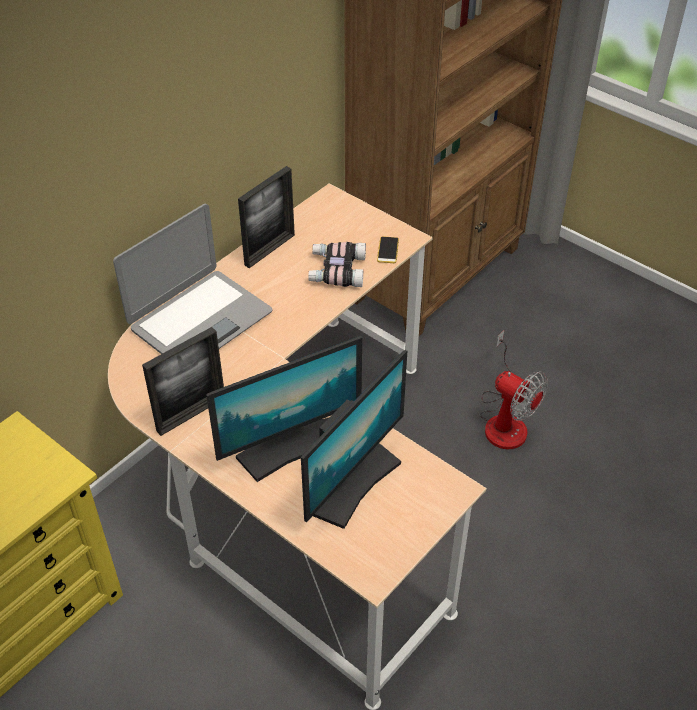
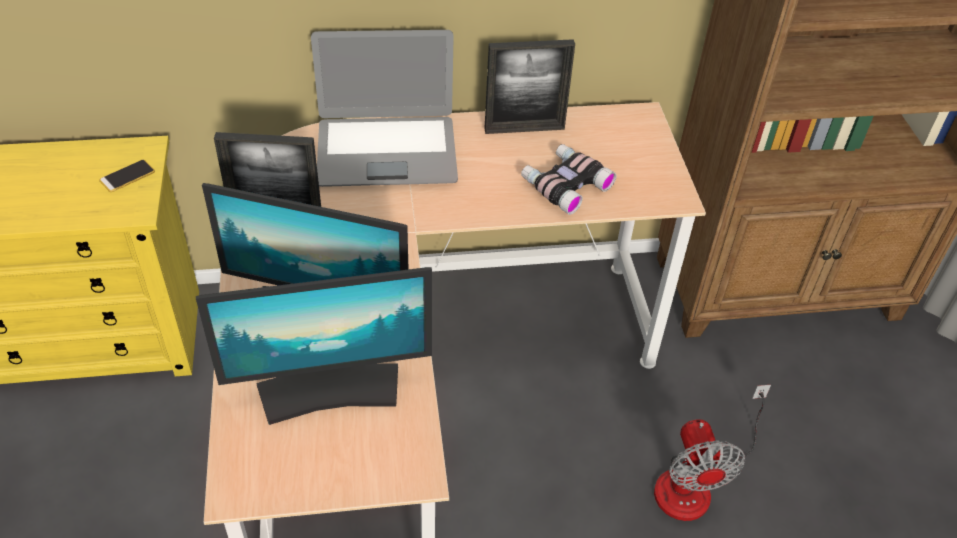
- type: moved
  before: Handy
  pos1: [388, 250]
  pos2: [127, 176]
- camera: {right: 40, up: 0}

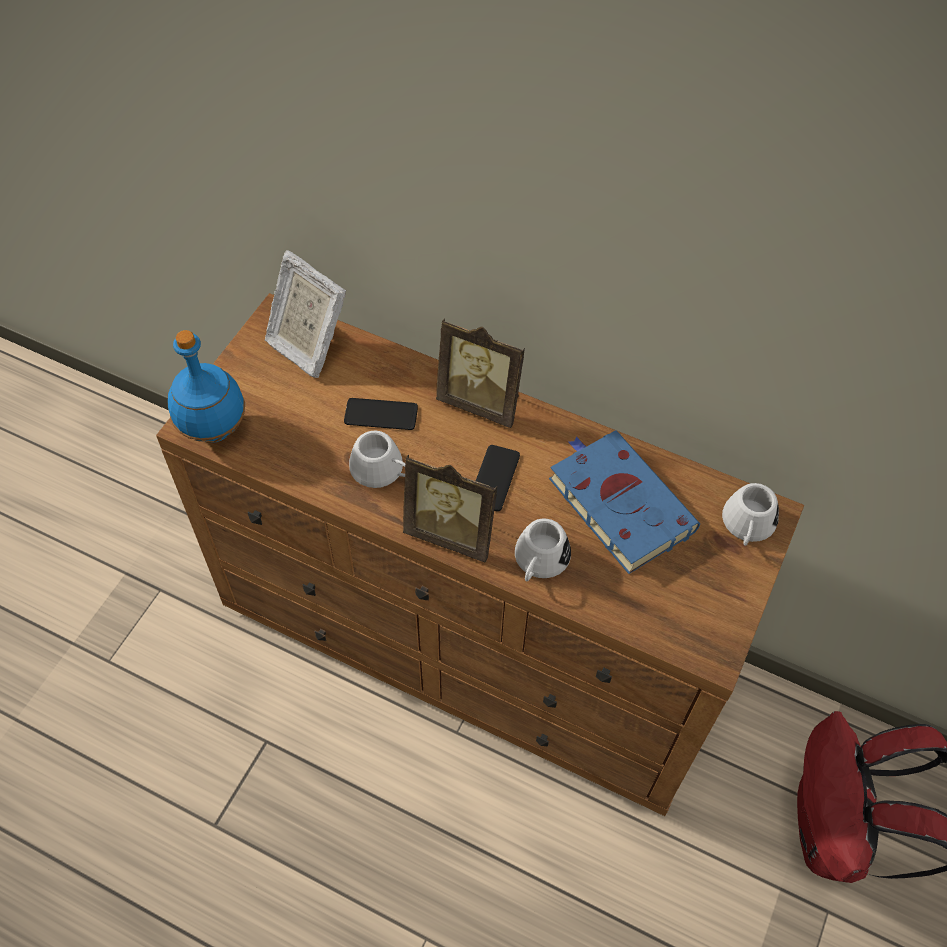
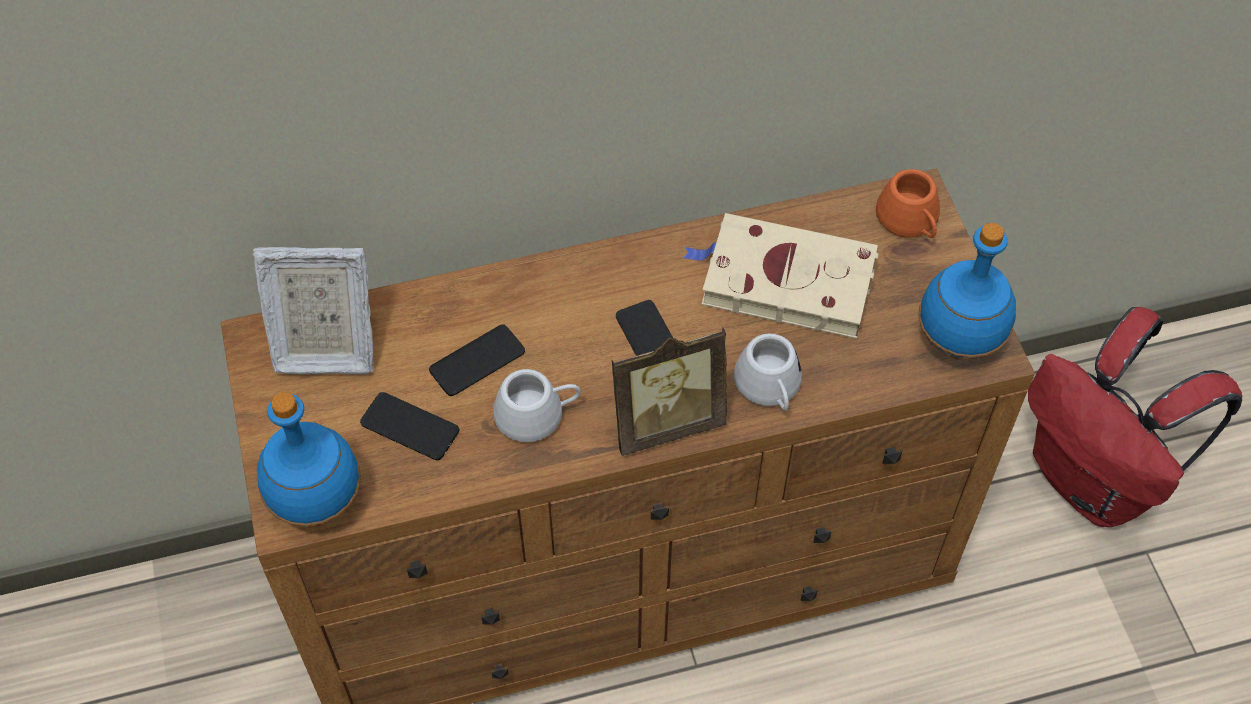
- type: removed
  before: Bilderrahmen
  pos1: [481, 402]
- type: recoloured
  before: Buch (blau)
  after: Buch (beige)
  pos1: [617, 502]
  pos2: [783, 281]
- type: recoloured
  before: Henkelbecher (weiß)
  after: Henkelbecher (orange)
  pos1: [746, 527]
  pos2: [910, 222]
- type: added
  after: Handy
  pos2: [410, 427]
- type: added
  after: Flasche (blau)
  pos2: [956, 343]
- camera: {right: -40, up: 0}

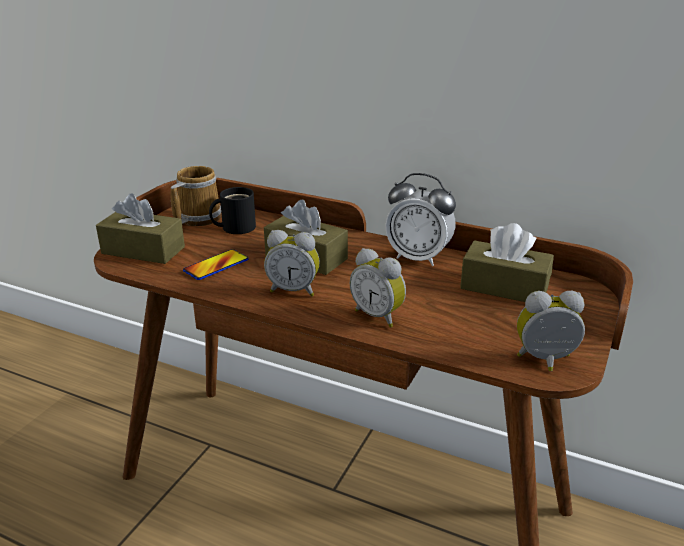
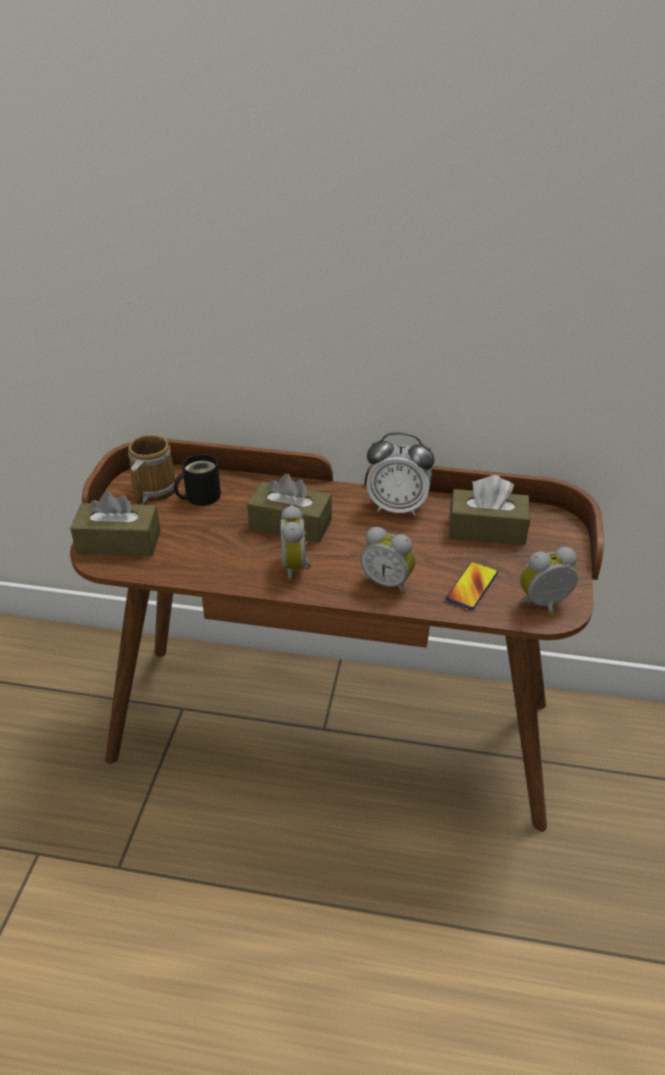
- type: moved
  before: Handy
  pos1: [216, 266]
  pos2: [472, 586]
- type: turned
  before: Wecker
  pos1: [294, 290]
  pos2: [297, 567]
  turn: 90
- camera: {right: -15, up: 10}

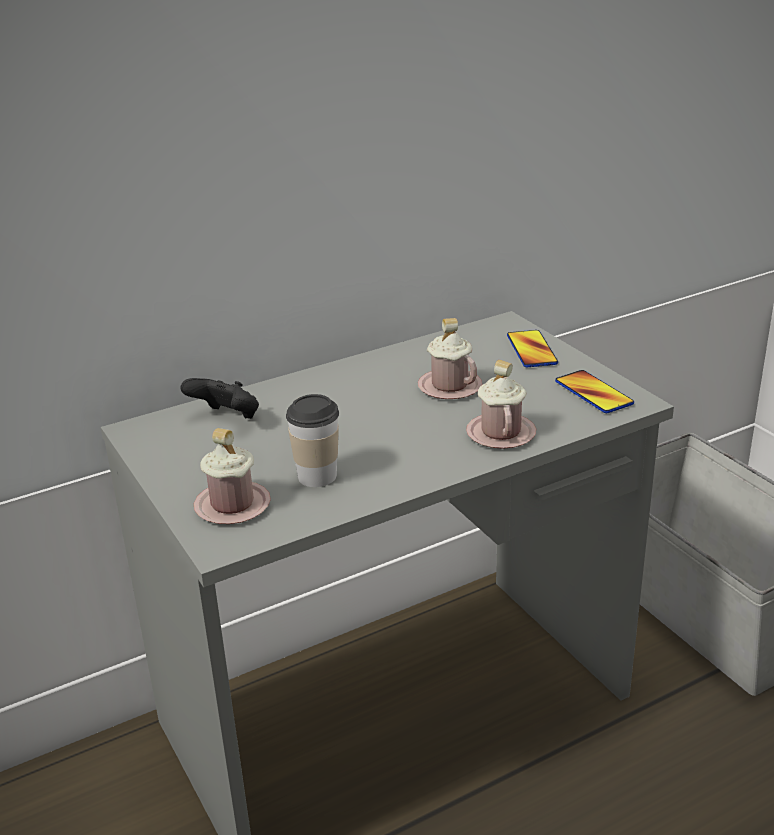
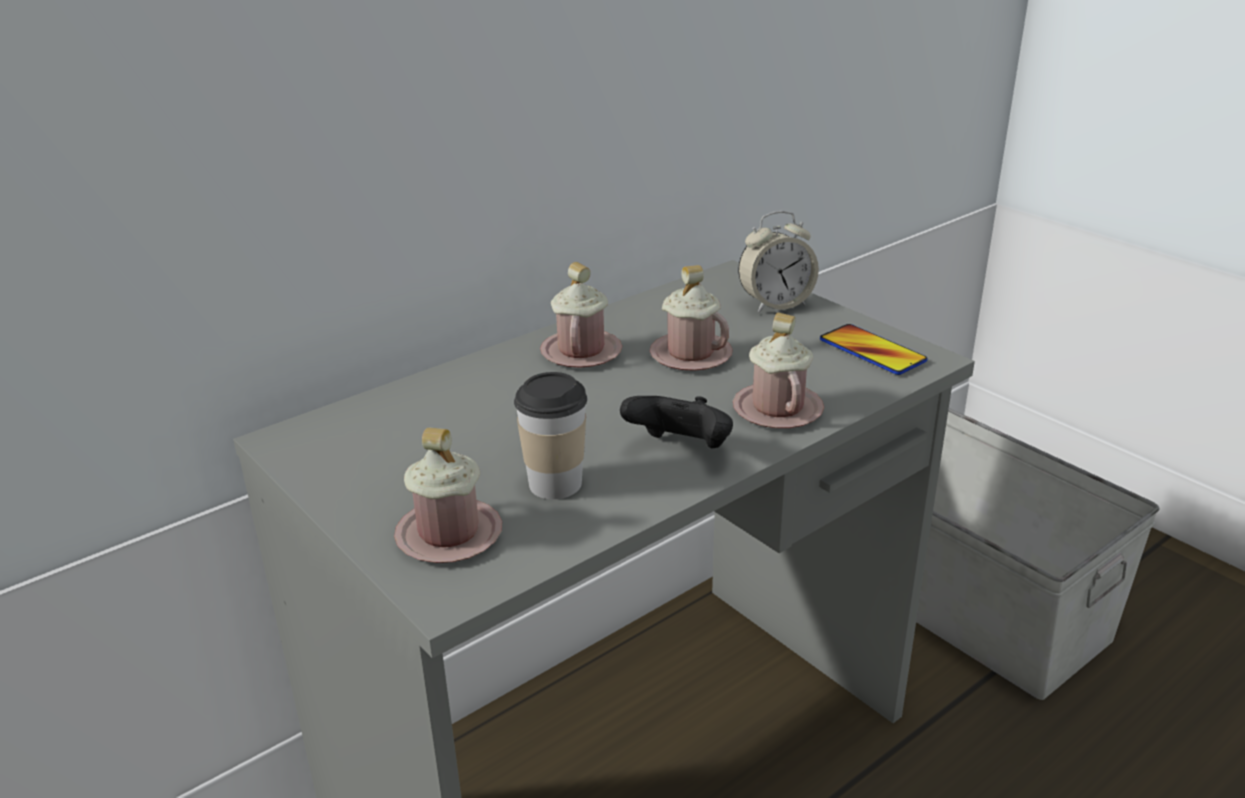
- type: moved
  before: Gamepad (schwarz)
  pos1: [226, 418]
  pos2: [681, 450]
- type: replaced
  before: Handy
  after: Wecker
  pos1: [531, 350]
  pos2: [775, 304]
- type: added
  after: Henkelbecher (rosa)
  pos2: [581, 352]
- camera: {right: -10, up: 0}

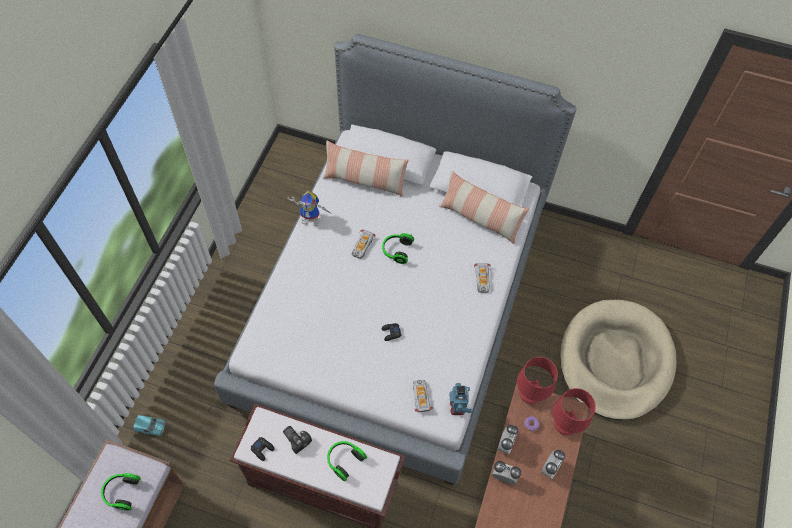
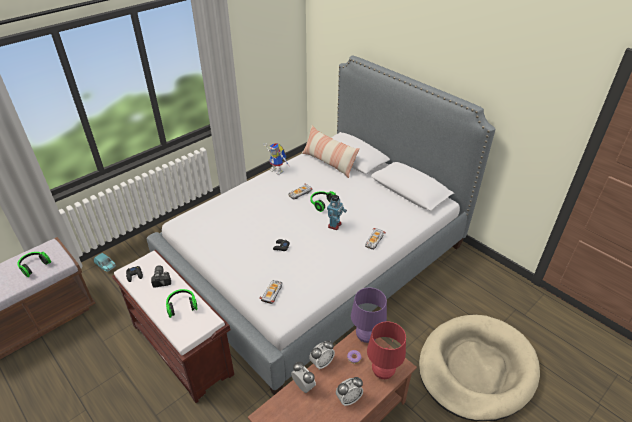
- type: removed
  before: Kissen
  pos1: [480, 218]
- type: moved
  before: Spielzeugroboter
  pos1: [458, 407]
  pos2: [335, 225]
- type: recoloured
  before: Tischlampe (rot)
  after: Tischlampe (lila)
  pos1: [529, 396]
  pos2: [366, 337]
- camera: {right: 30, up: -20}

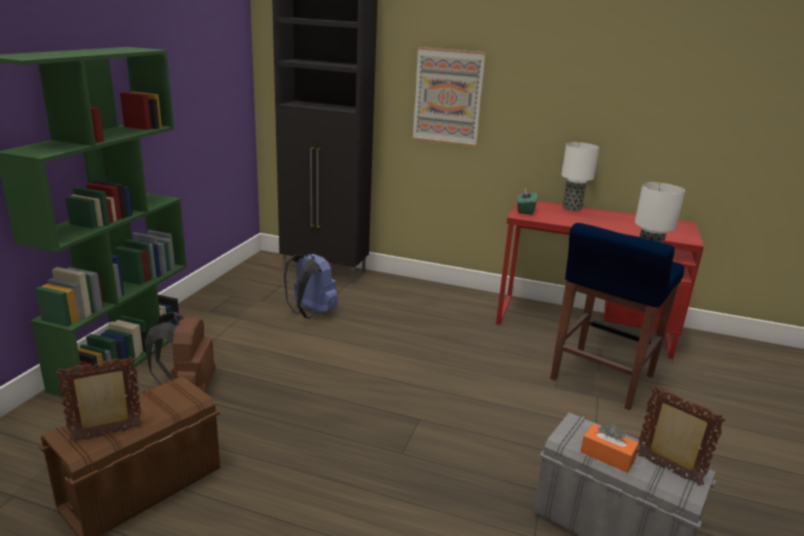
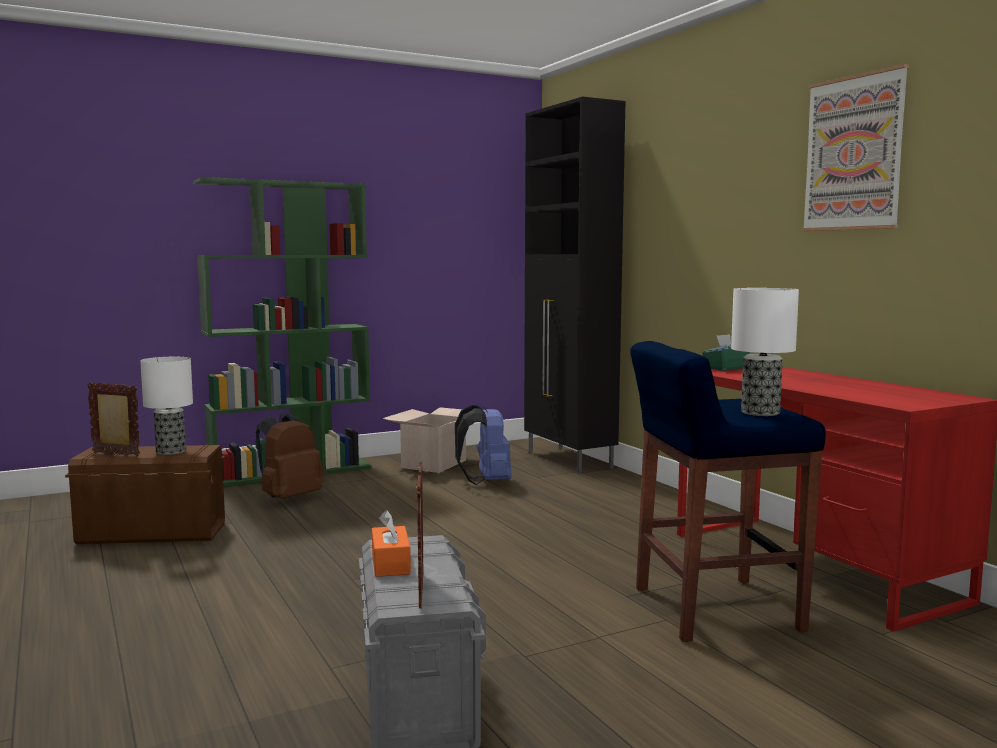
- type: moved
  before: Bild
  pos1: [448, 97]
  pos2: [854, 153]
- type: moved
  before: Tischlampe
  pos1: [571, 208]
  pos2: [170, 451]
- type: added
  after: Karton
  pos2: [434, 464]
- camera: {right: 45, up: -15}

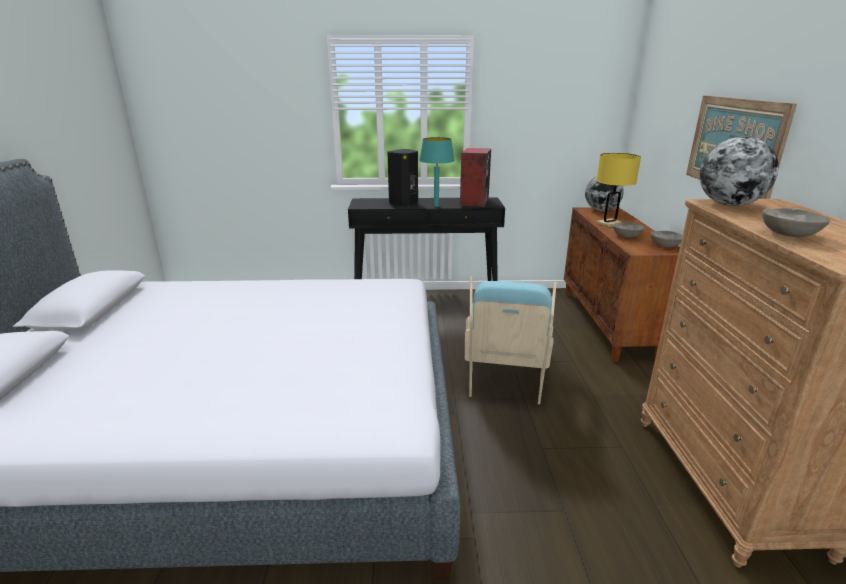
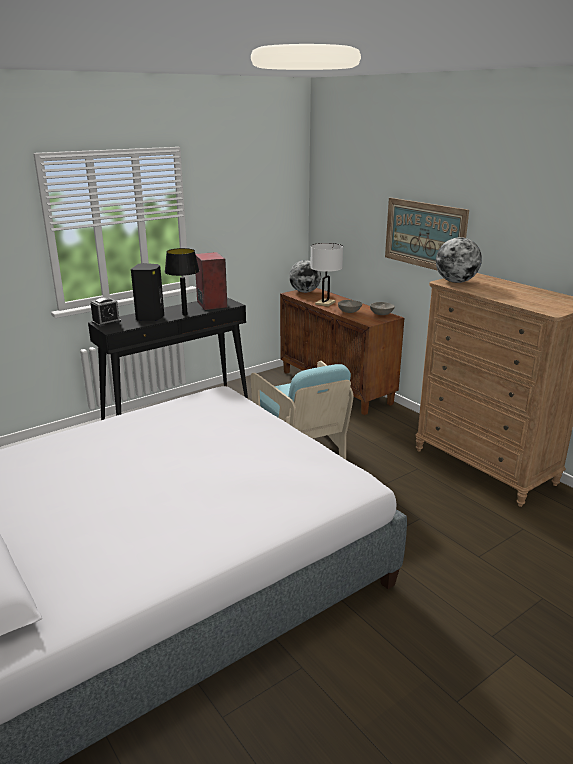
- type: recoloured
  before: Tischlampe (türkis)
  after: Tischlampe (schwarz)
  pos1: [436, 206]
  pos2: [184, 314]
- type: recoloured
  before: Tischlampe (gelb)
  after: Tischlampe (weiß)
  pos1: [609, 223]
  pos2: [325, 303]
- type: removed
  before: Schüssel (grau)
  pos1: [788, 234]
- type: added
  after: Wecker
  pos2: [106, 322]
- camera: {right: -35, up: 0}

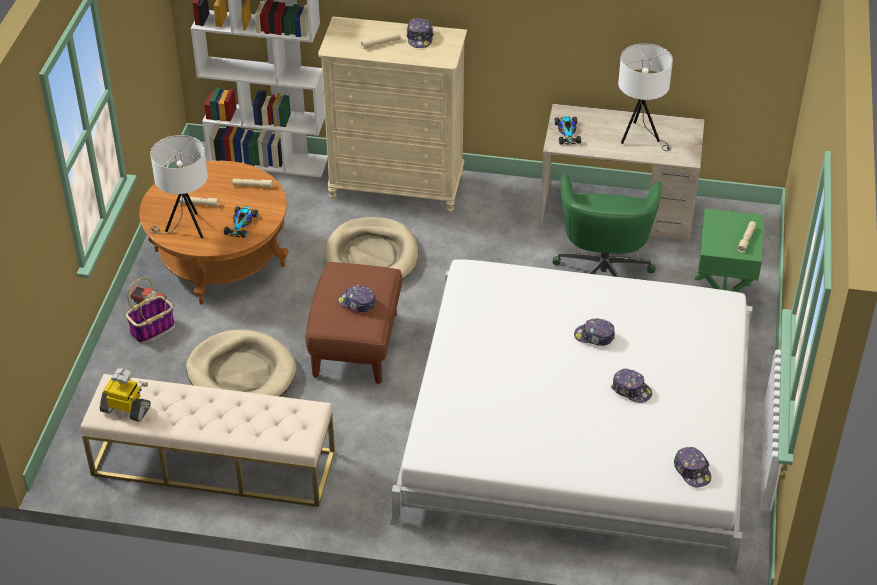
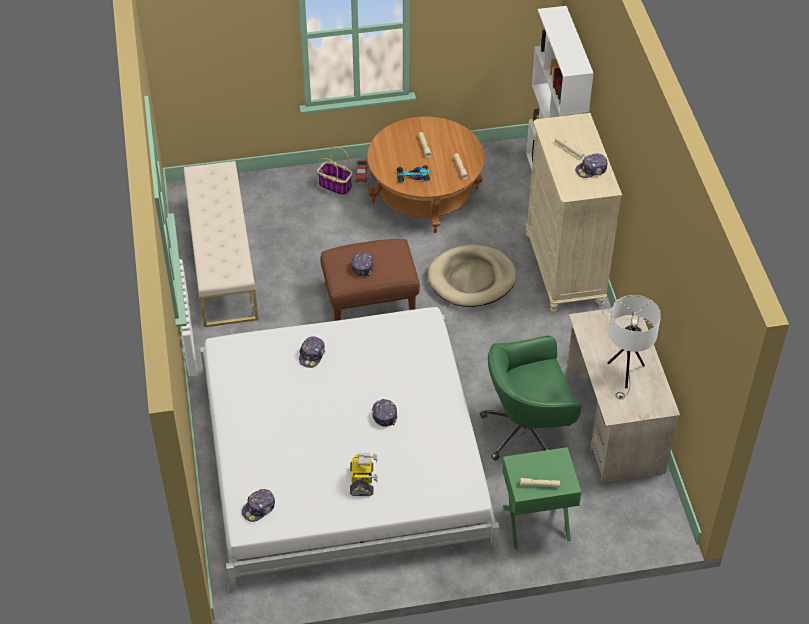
- type: moved
  before: Spielzeugroboter
  pos1: [126, 409]
  pos2: [362, 481]
- type: removed
  before: Tischlampe (weiß)
  pos1: [185, 228]
- type: removed
  before: Hundebett (beige)
  pos1: [241, 373]
- type: removed
  before: Spielzeugauto
  pos1: [567, 132]
- type: moved
  before: Kappe
  pos1: [631, 390]
  pos2: [312, 355]
- camera: {right: 70, up: 5}

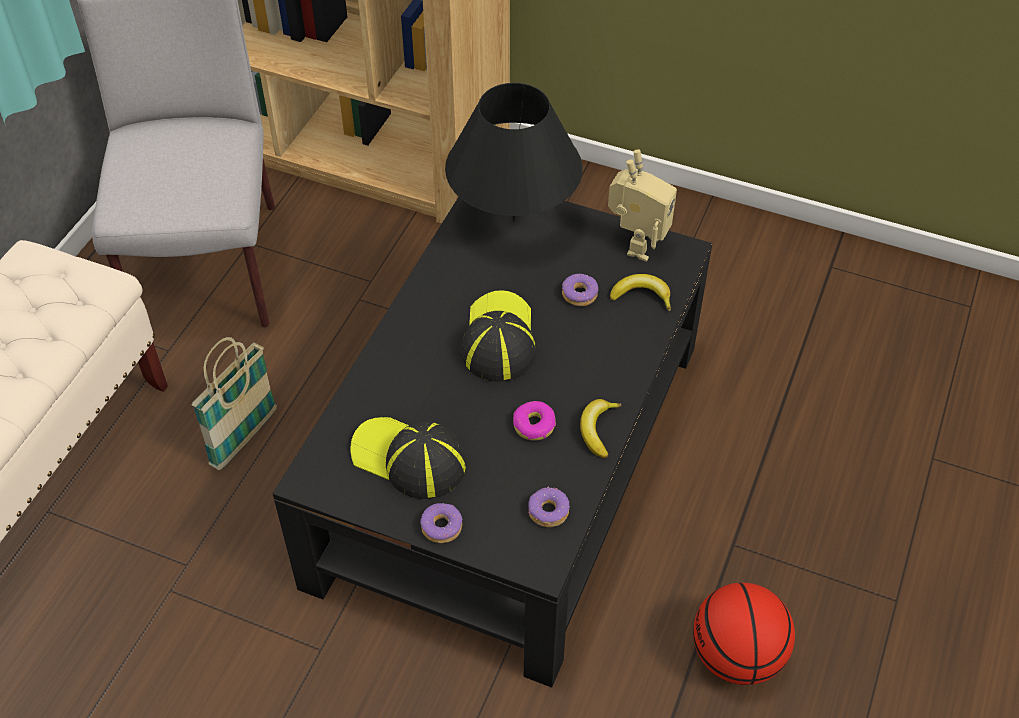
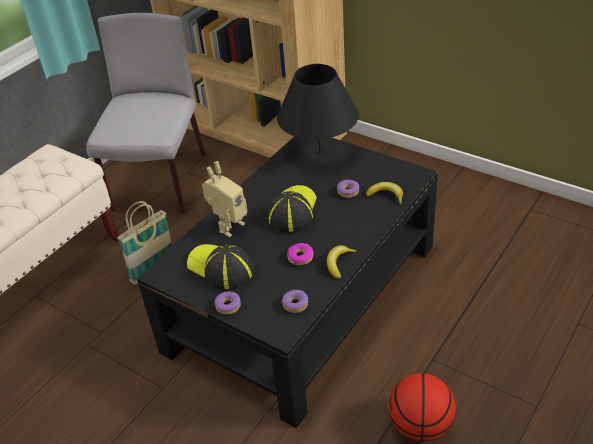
- type: moved
  before: Spielzeugroboter
  pos1: [636, 244]
  pos2: [228, 226]
- camera: {right: 15, up: -10}

